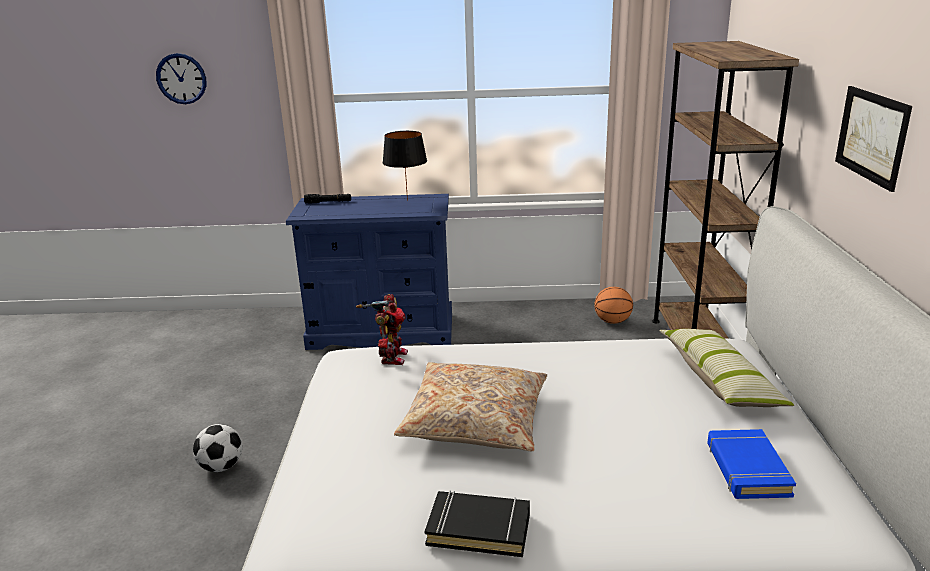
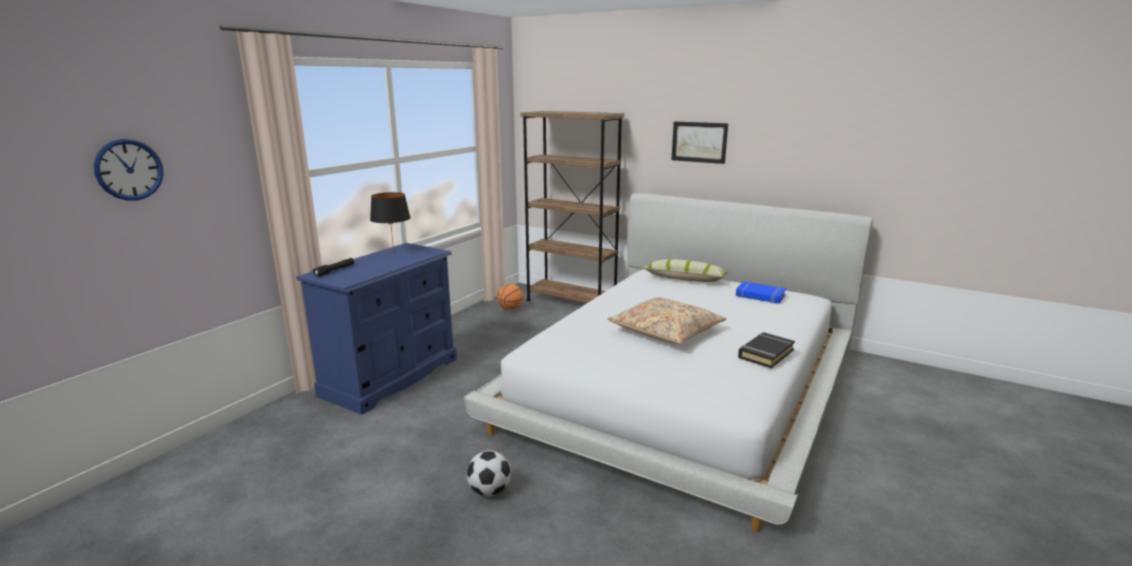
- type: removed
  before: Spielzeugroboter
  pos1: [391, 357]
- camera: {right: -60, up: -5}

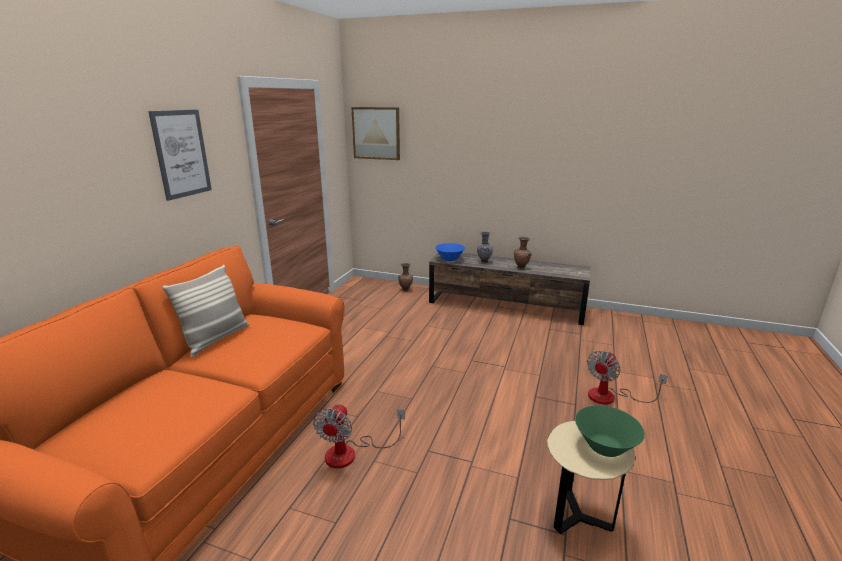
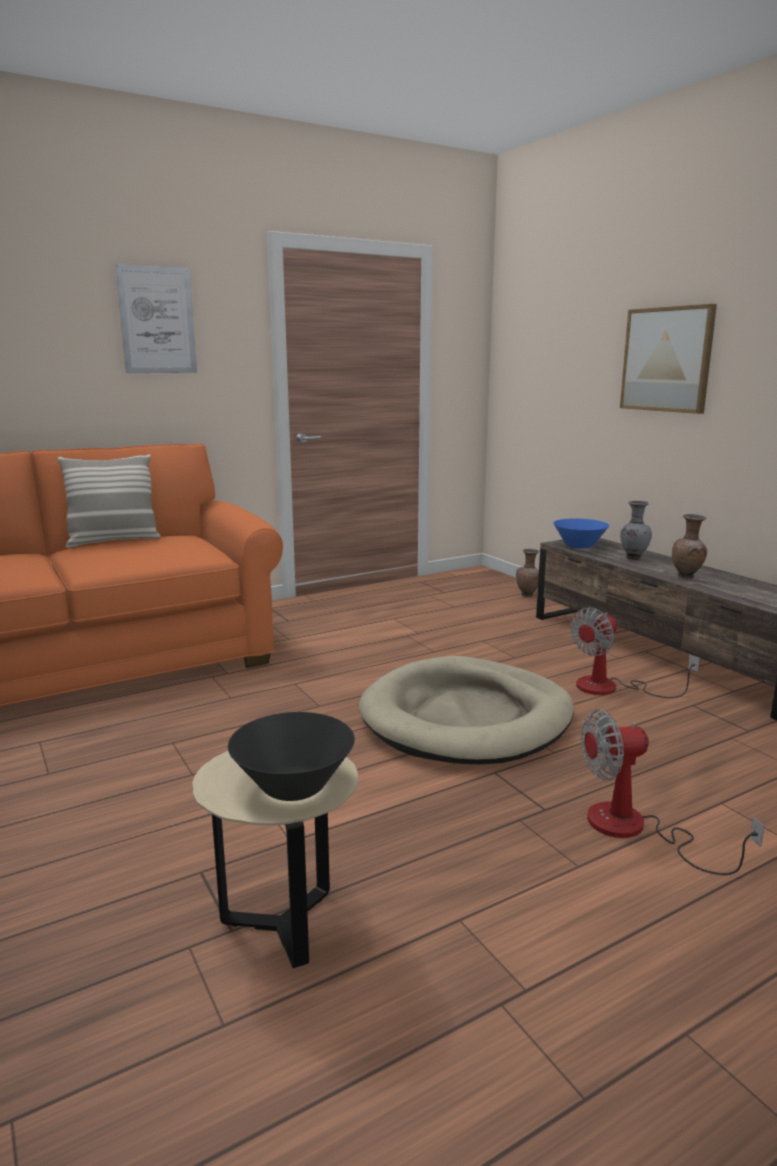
- type: moved
  before: Ventilator
  pos1: [351, 453]
  pos2: [611, 688]
- type: moved
  before: Bild
  pos1: [376, 133]
  pos2: [667, 359]
- type: recoloured
  before: Schüssel (grün)
  after: Schüssel (schwarz)
  pos1: [605, 447]
  pos2: [293, 787]
- type: added
  after: Hundebett (beige)
  pos2: [467, 718]
- camera: {right: 40, up: -5}

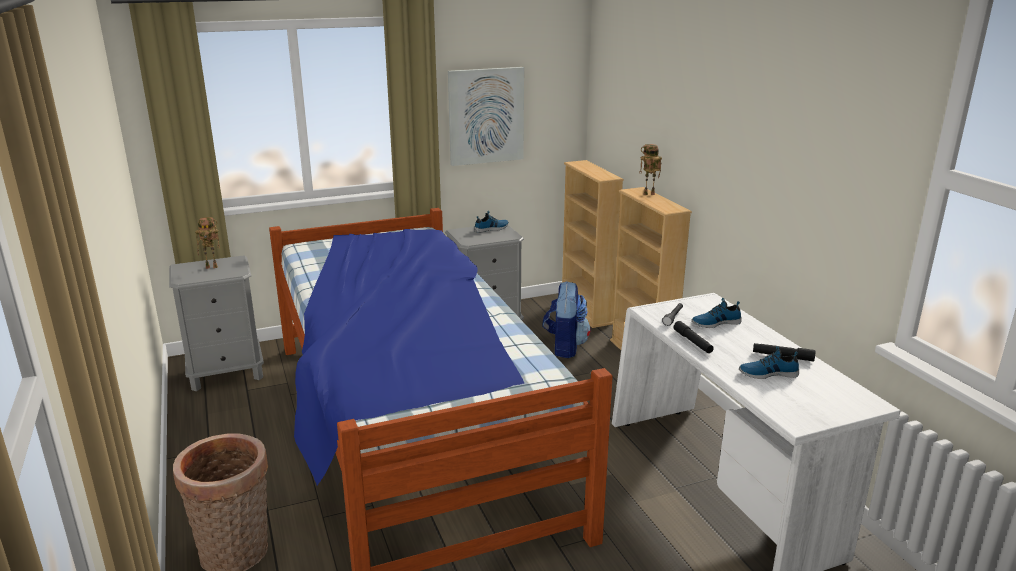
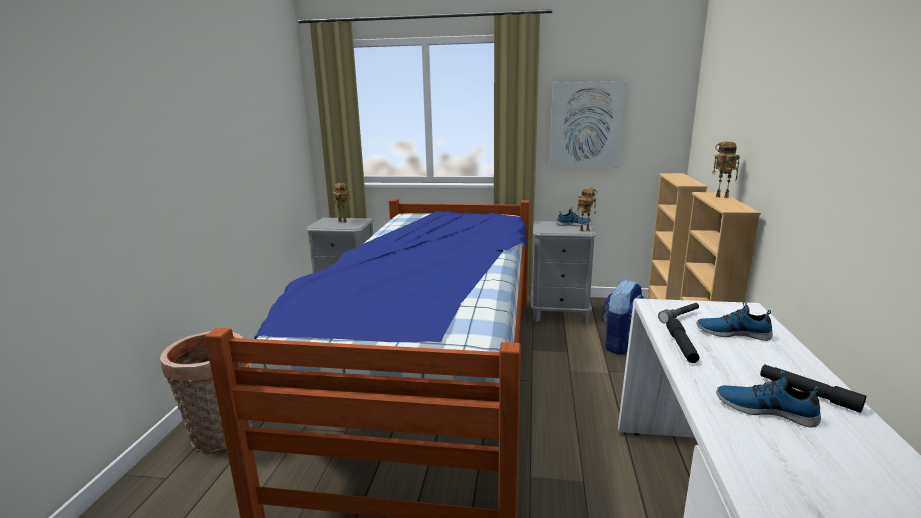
- type: added
  after: Spielzeugroboter
  pos2: [585, 230]
- camera: {right: 30, up: -5}

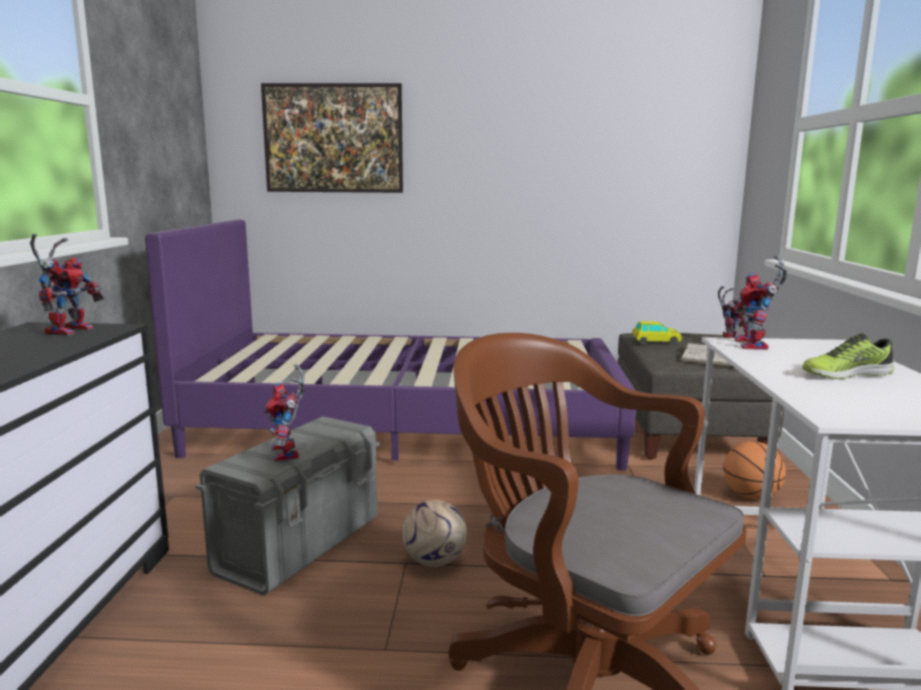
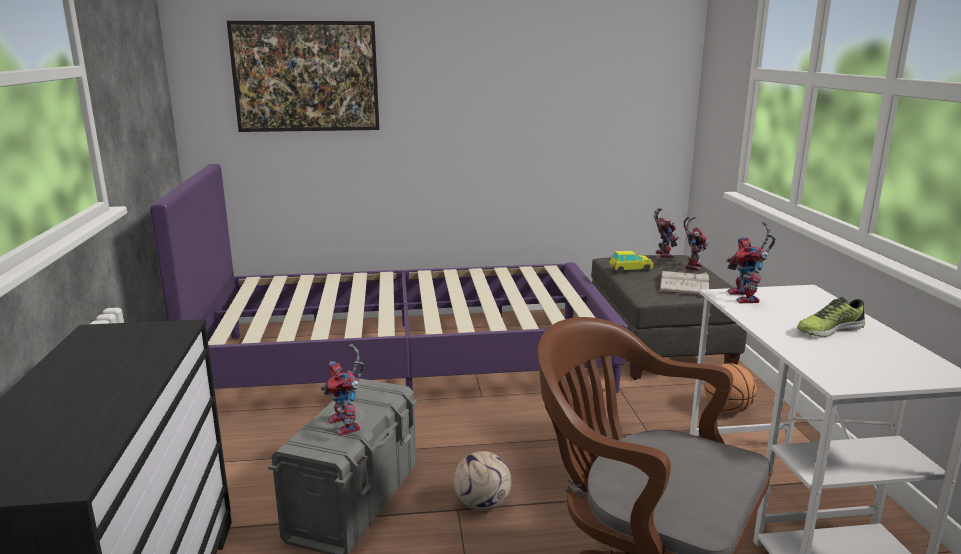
- type: moved
  before: Spielzeugroboter
  pos1: [69, 330]
  pos2: [662, 255]
- camera: {right: -10, up: 5}

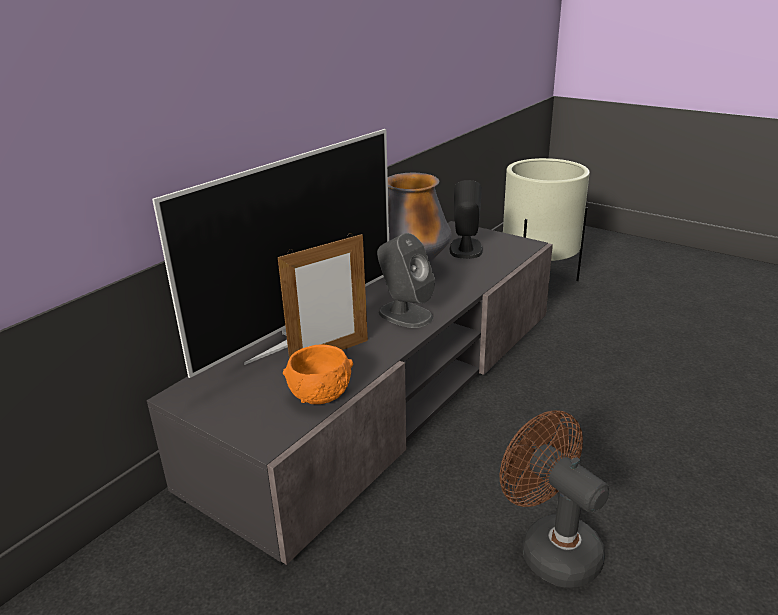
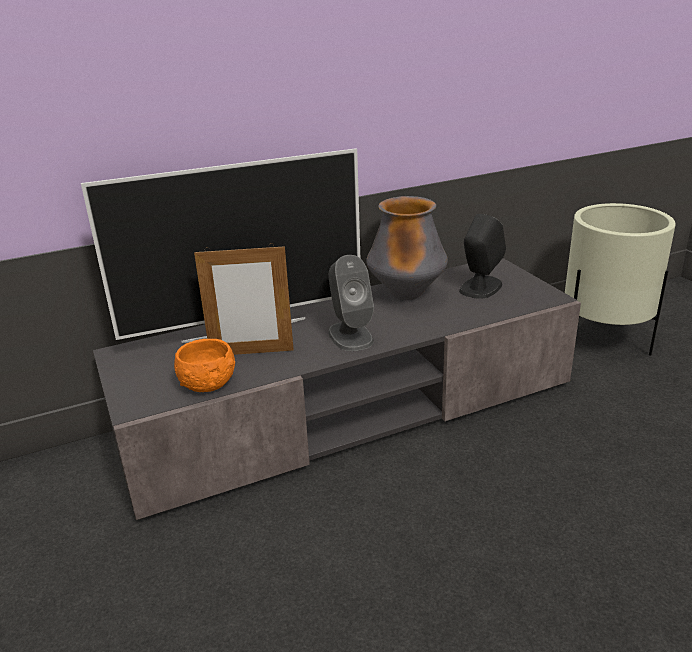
- type: removed
  before: Ventilator (braun)
  pos1: [550, 547]
- camera: {right: 30, up: 0}

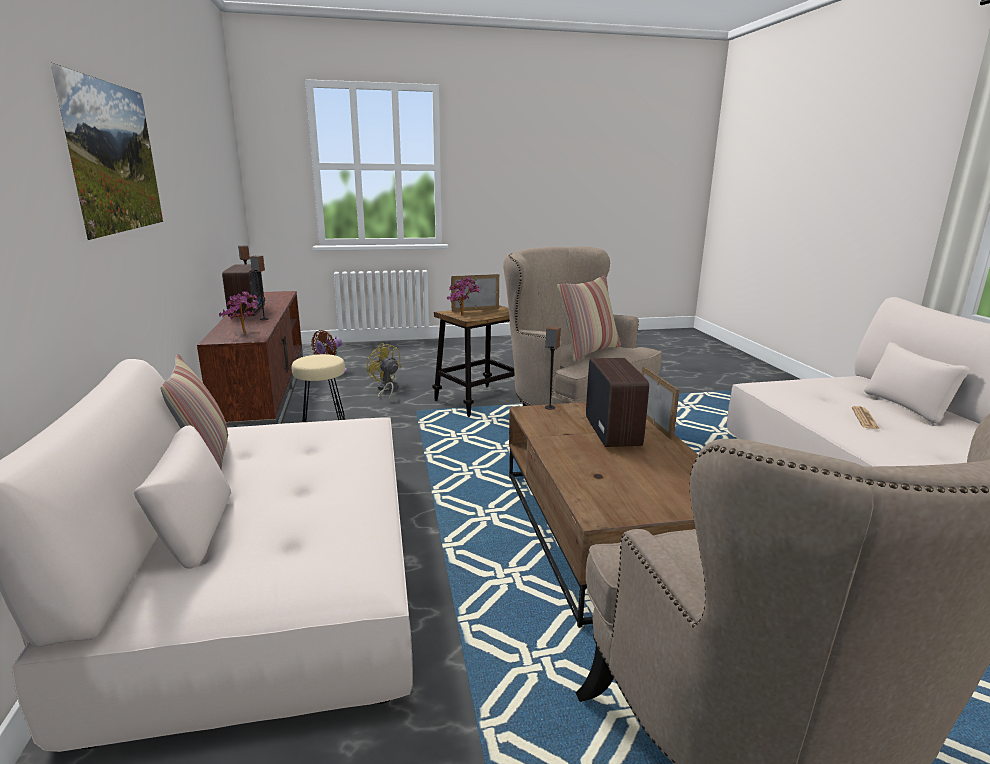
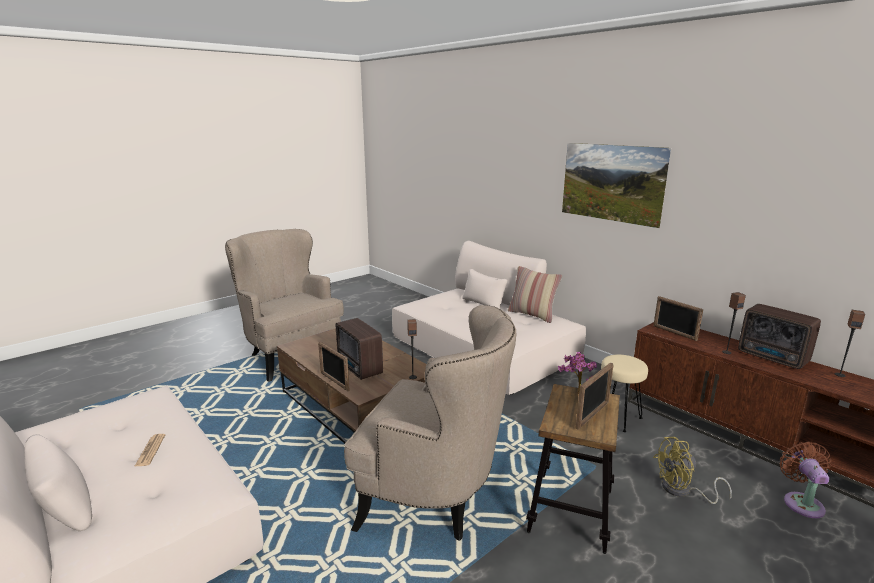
- type: replaced
  before: Topfpflanze
  after: Bilderrahmen
  pos1: [245, 333]
  pos2: [674, 333]
- type: turned
  before: Ventilator (gelb)
  pos1: [386, 390]
  pos2: [682, 491]
  turn: 150
- type: removed
  before: Kissen
  pos1: [588, 351]
- camera: {right: 150, up: 0}

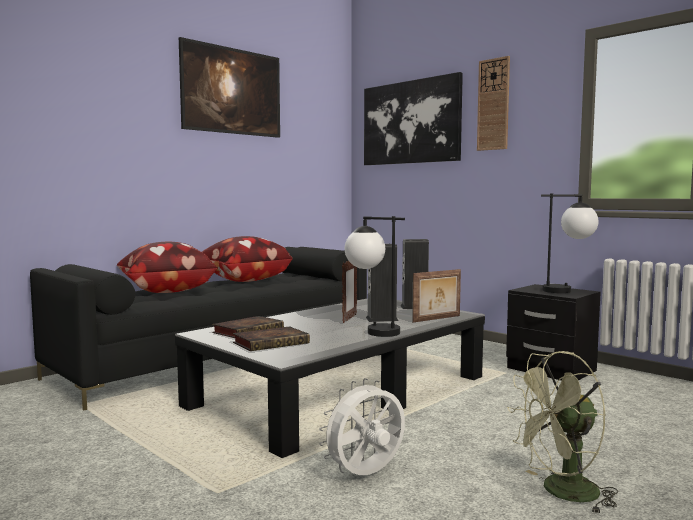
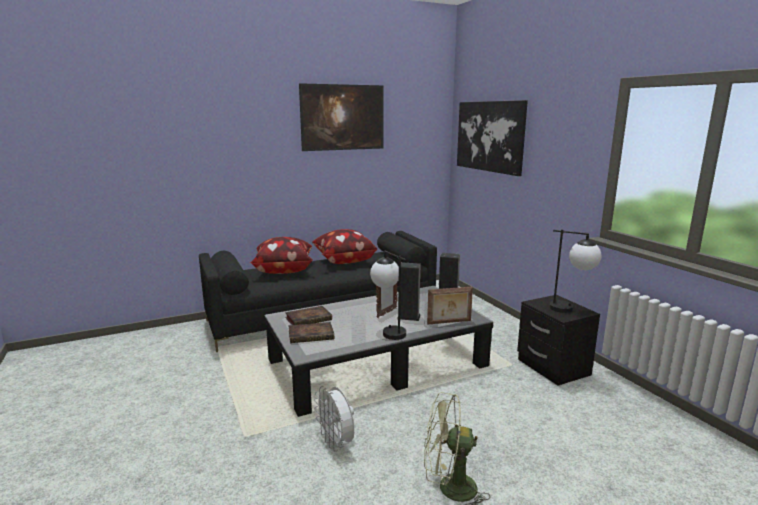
- type: turned
  before: Ventilator (weiß)
  pos1: [366, 475]
  pos2: [336, 443]
  turn: -105
- type: removed
  before: Wanduhr
  pos1: [493, 104]
- camera: {right: 20, up: 10}

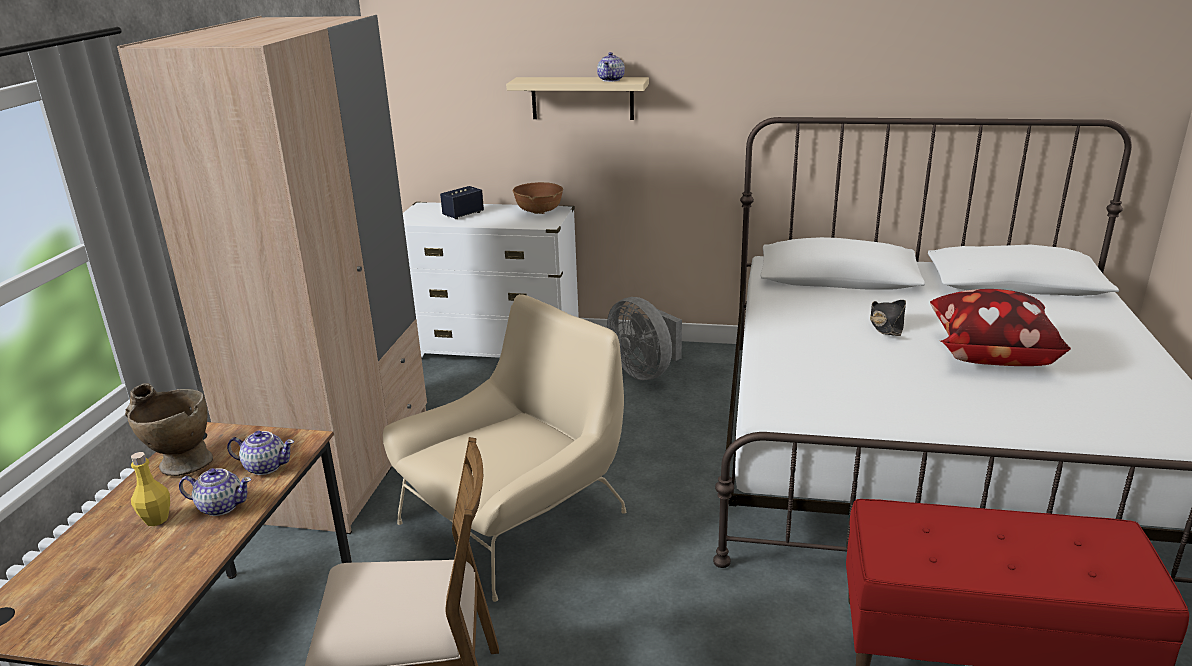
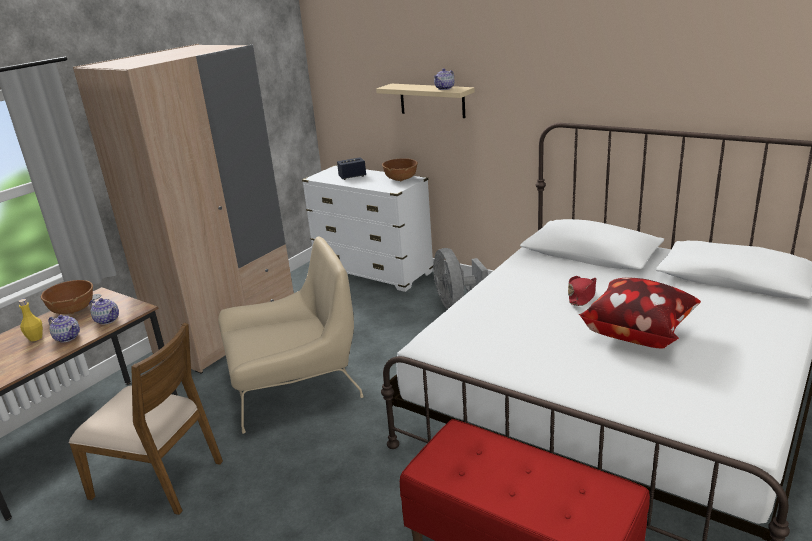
- type: replaced
  before: Vase (beige)
  after: Schüssel (braun)
  pos1: [178, 463]
  pos2: [73, 309]
- type: recoloured
  before: Hut (schwarz)
  after: Hut (rot)
  pos1: [886, 325]
  pos2: [582, 296]
- camera: {right: 25, up: 0}

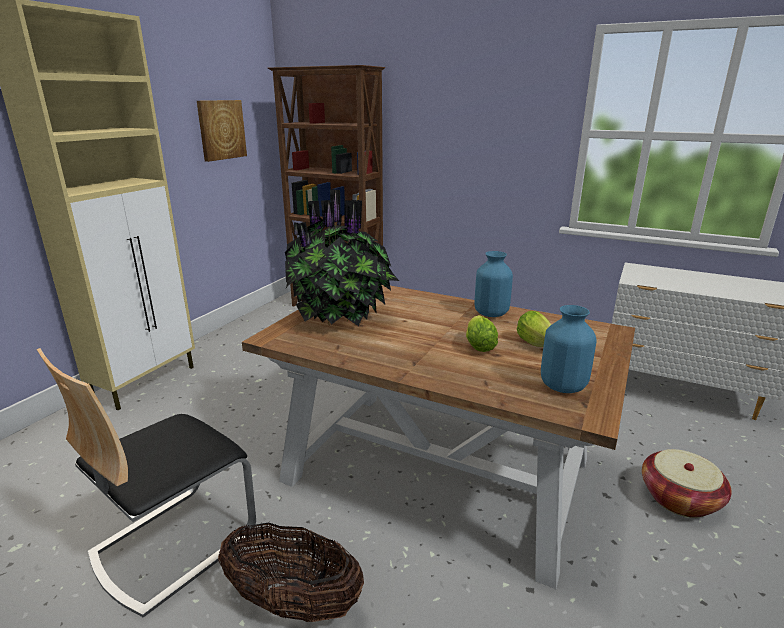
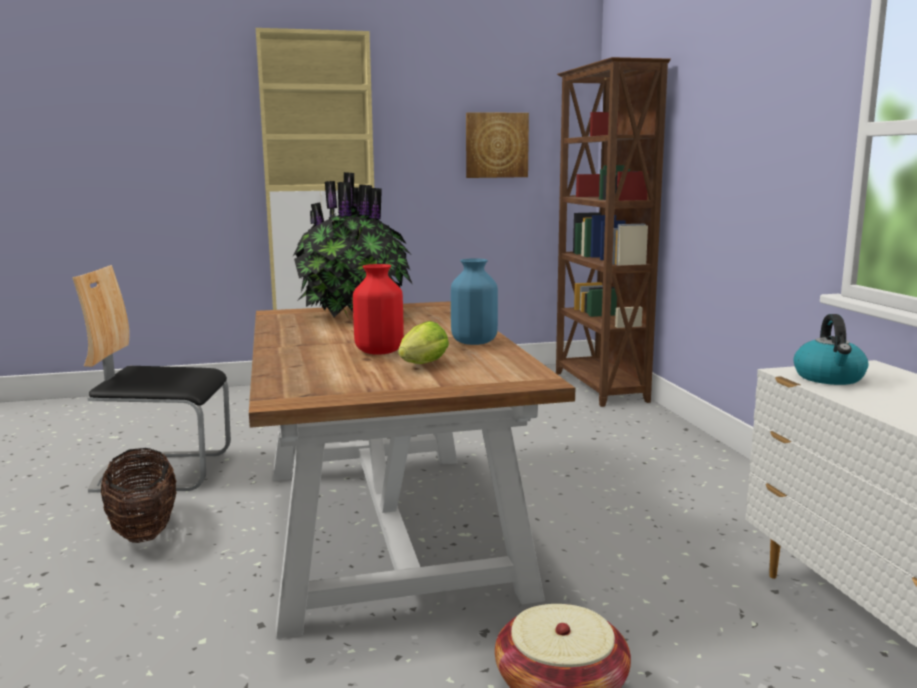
- type: replaced
  before: Salatkopf
  after: Vase (rot)
  pos1: [479, 345]
  pos2: [378, 351]
- type: removed
  before: Vase (blau)
  pos1: [563, 386]
- type: added
  after: Wasserkessel
  pos2: [829, 378]
- camera: {right: 50, up: -10}

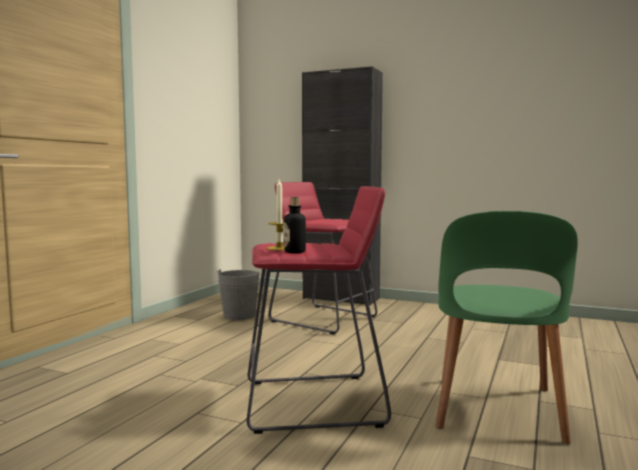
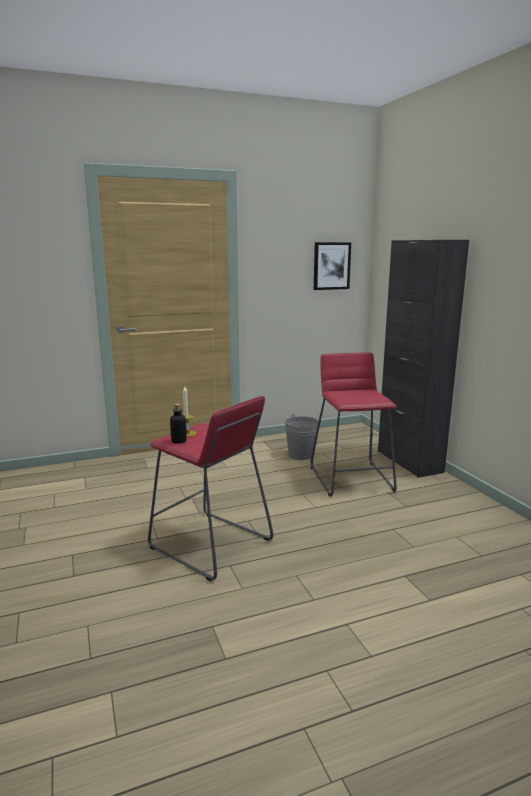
- type: removed
  before: Stuhl (grün)
  pos1: [496, 410]
- type: added
  after: Bild
  pos2: [331, 266]
- camera: {right: 45, up: 10}

